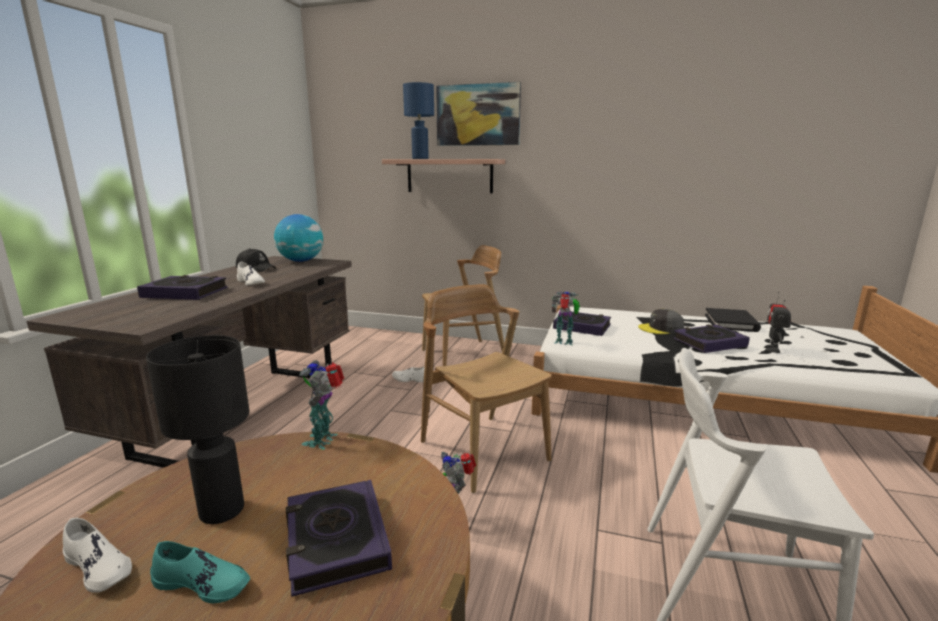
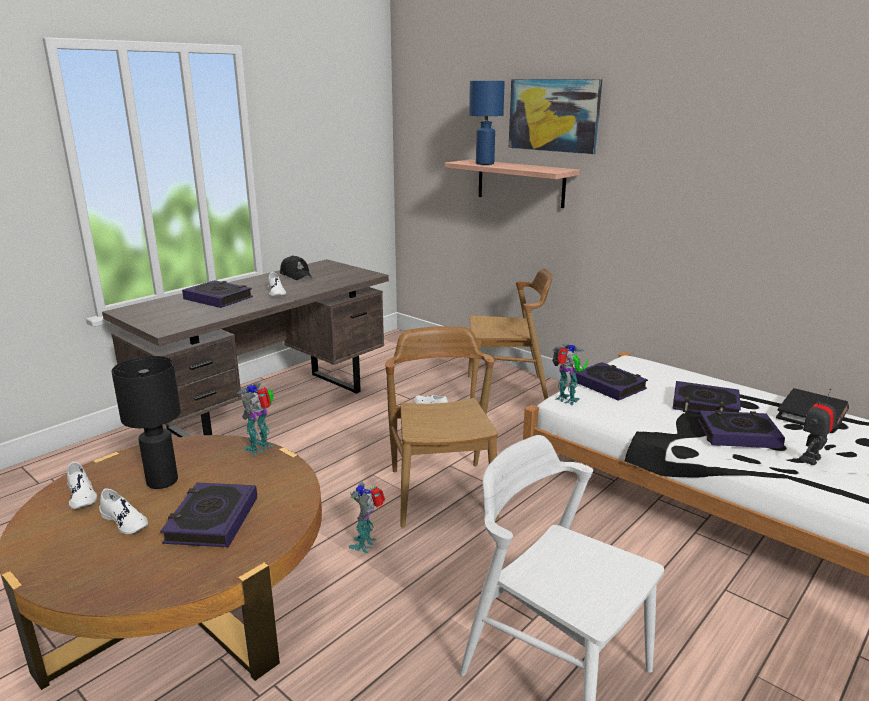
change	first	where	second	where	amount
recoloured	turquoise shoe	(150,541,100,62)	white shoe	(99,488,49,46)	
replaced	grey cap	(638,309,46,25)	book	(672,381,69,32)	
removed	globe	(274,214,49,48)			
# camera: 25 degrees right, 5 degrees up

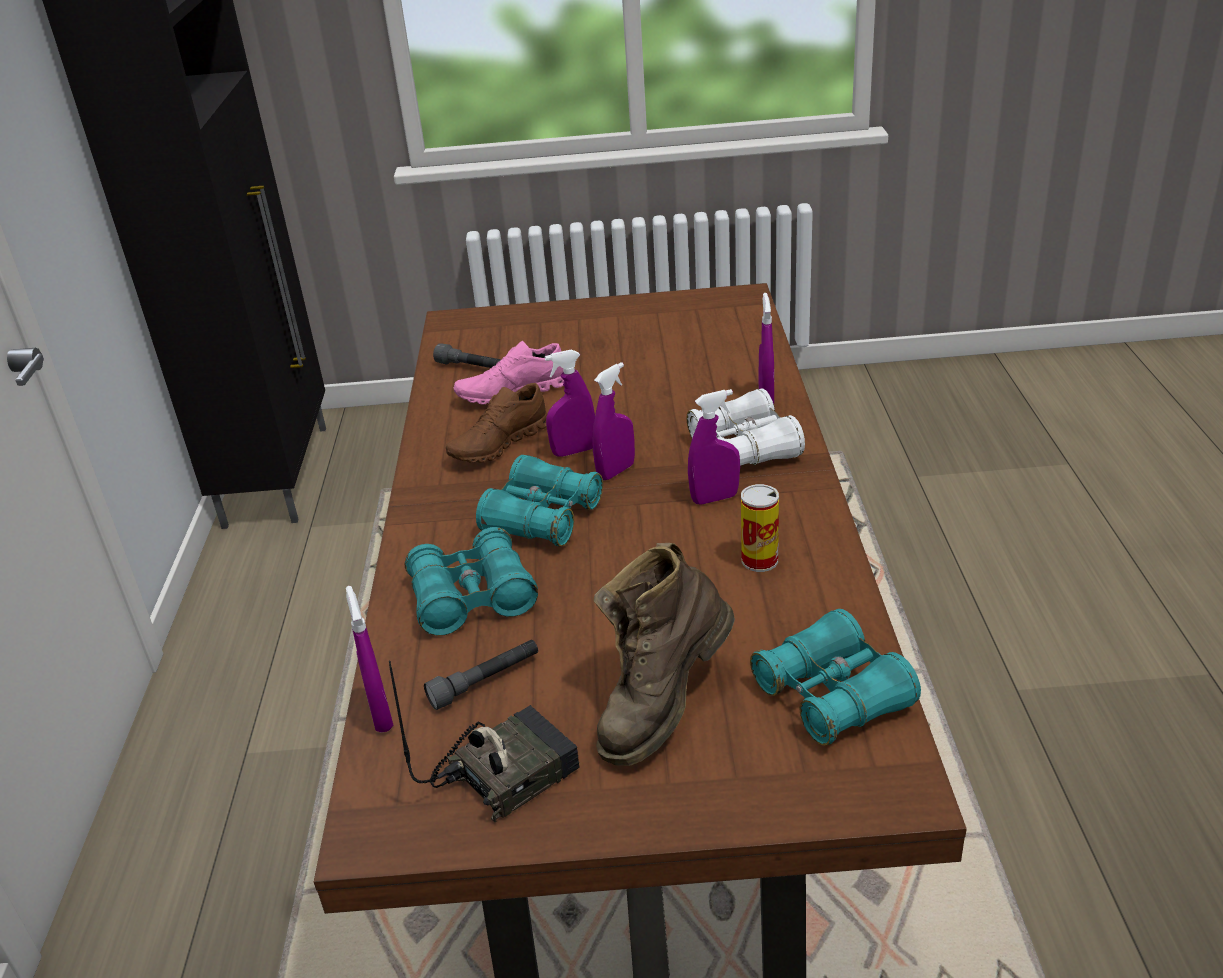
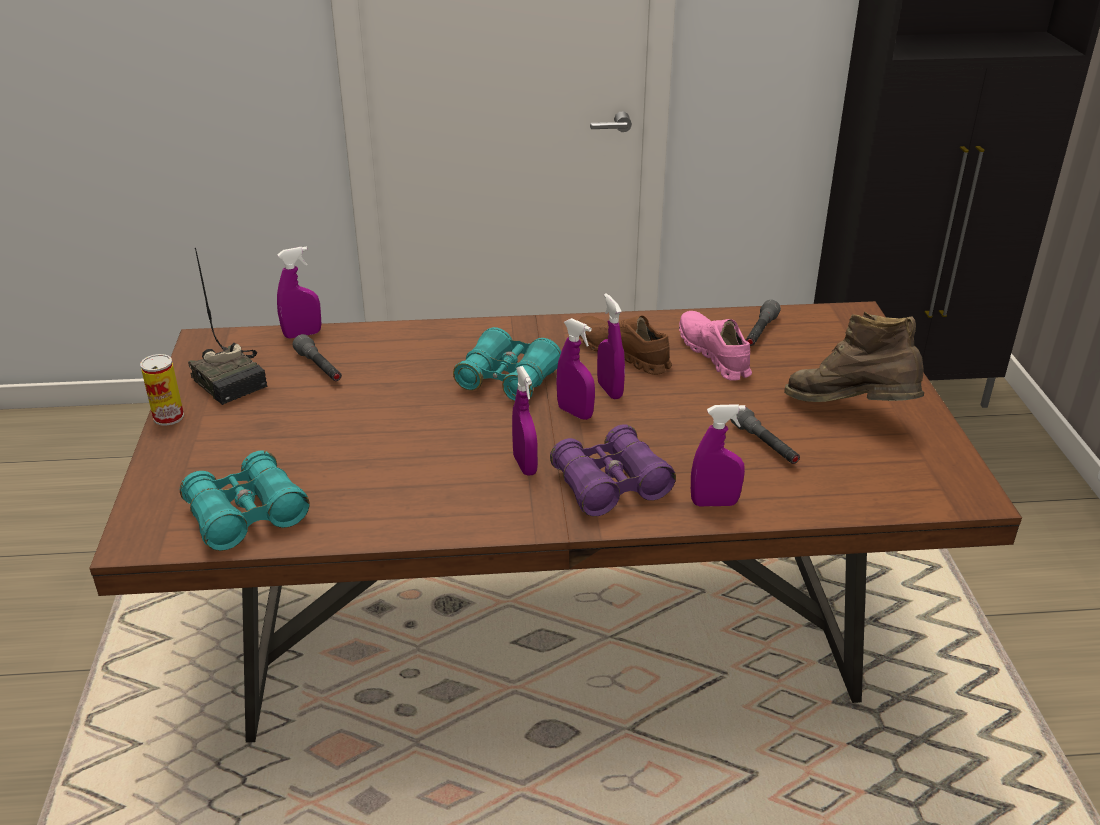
change	first	where	second	where	amount
moved	can	(741,484,38,88)		(140,354,44,72)	
recoloured	white binoculars	(687,388,118,77)	purple binoculars	(550,424,126,93)	
added			grey flashlight	(730,406,70,58)	
moved	brown boot	(594,543,141,223)		(784,311,140,91)	
removed	turquoise binoculars	(405,527,133,109)			
# camera: 85 degrees right, 0 degrees up

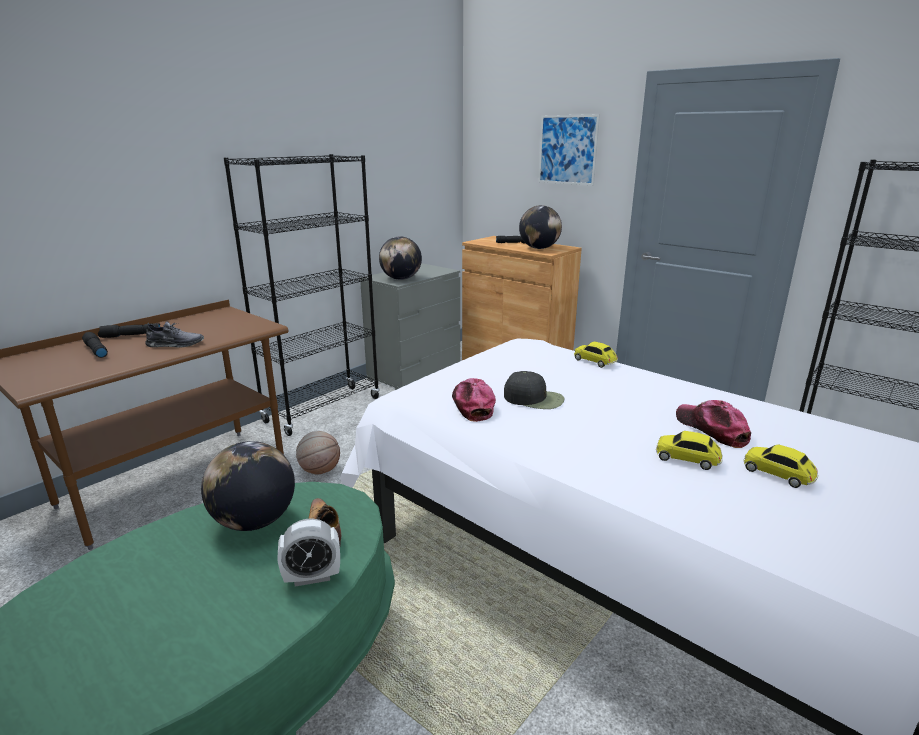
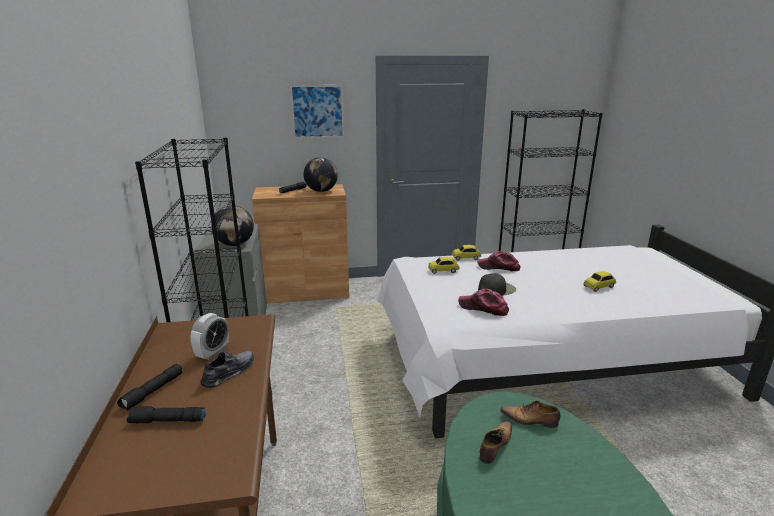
change	first	where	second	where	amount
moved	alarm clock	(278,518,62,69)		(191,313,38,47)	
moved	toy car	(743,444,75,44)		(428,257,32,17)	
moved	cap	(676,400,75,48)		(477,251,43,20)	
replaced	globe	(201,441,94,90)	shoe	(479,421,33,43)	
removed	basketball	(296,431,44,43)			
# camera: 50 degrees left, 0 degrees up

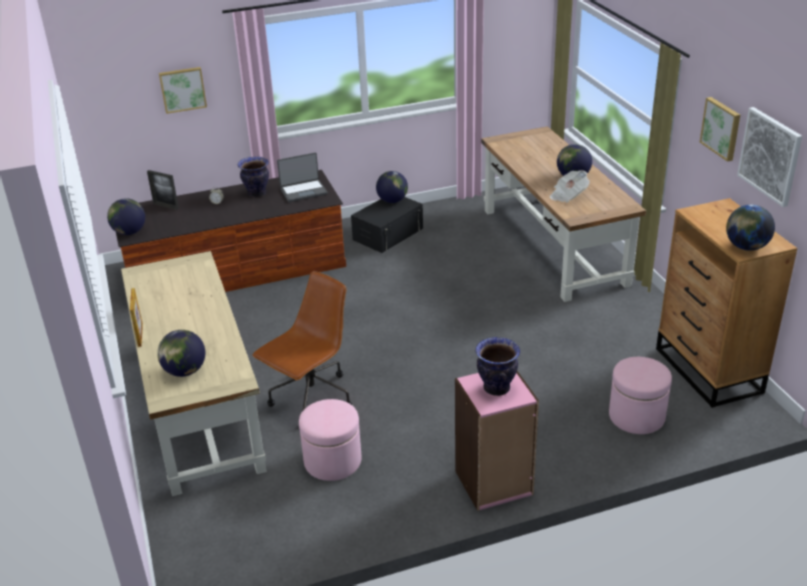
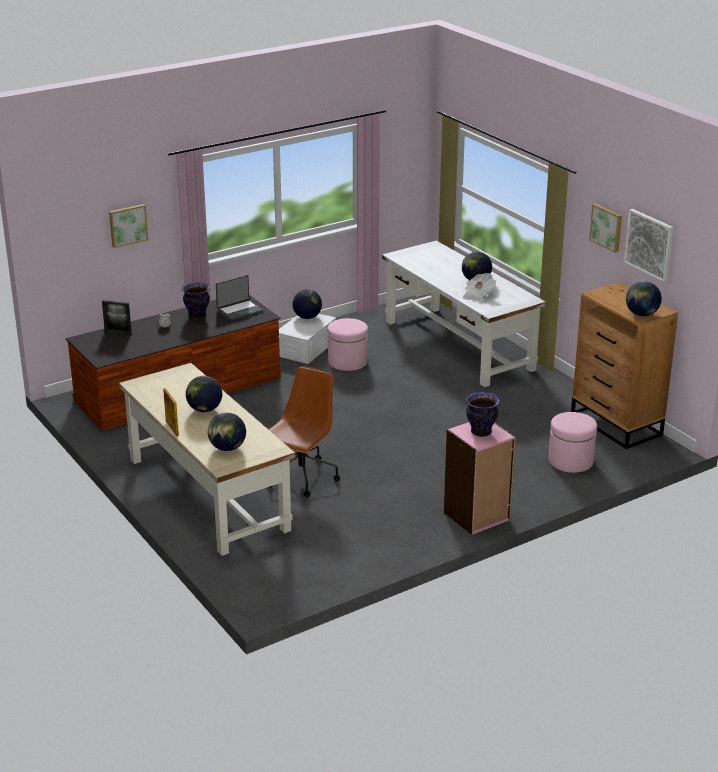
change	first	where	second	where	amount
moved	globe	(107,198,38,37)		(186,376,36,36)	
recoloured	black storage box	(351,197,72,56)	white storage box	(279,314,57,50)	
moved	pink ottoman	(299,399,63,82)		(328,318,40,53)	
recoloured	brown desk	(481,126,165,176)	white desk	(382,240,164,147)	
# camera: 15 degrees left, 5 degrees down

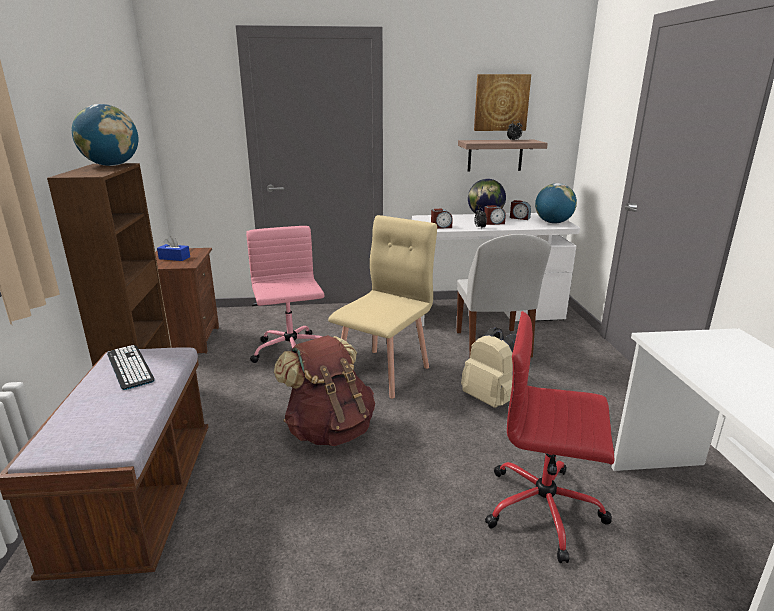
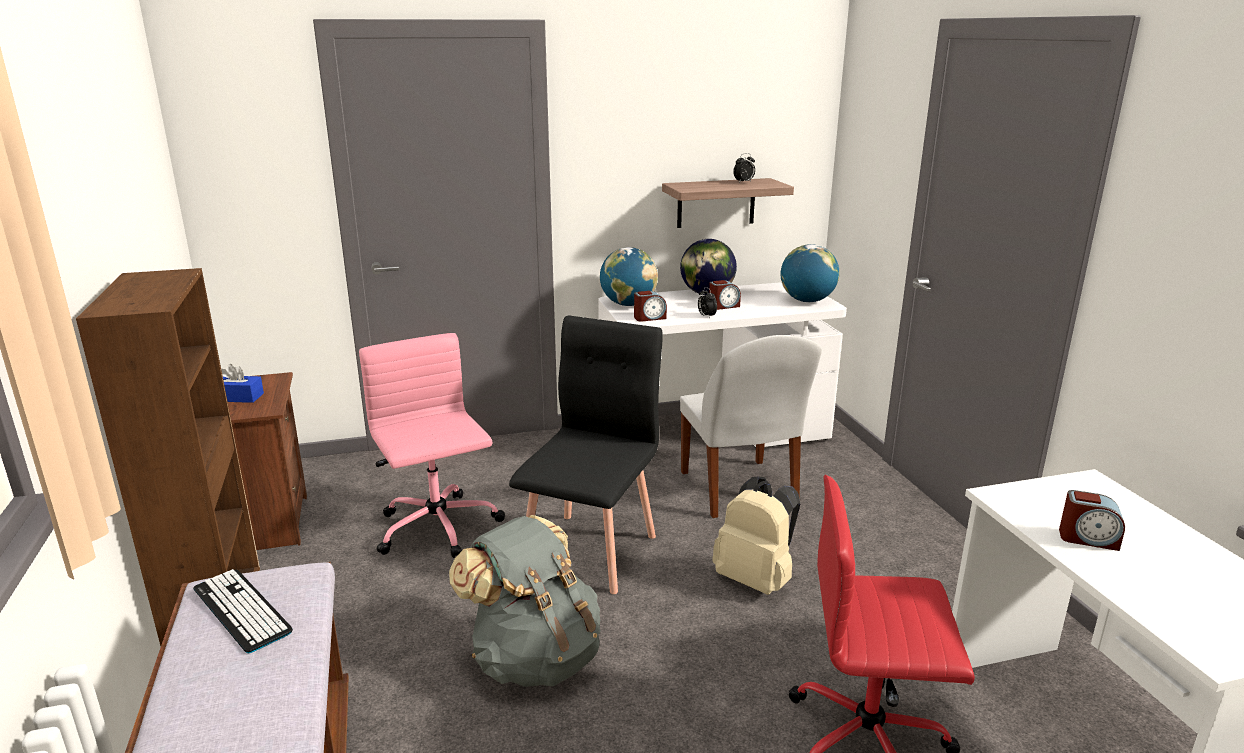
change	first	where	second	where	amount
recoloured	brown backpack	(274,335,101,111)	grey backpack	(449,515,152,172)	
recoloured	beige chair	(328,215,109,184)	black chair	(509,315,154,279)	
moved	globe	(72,104,66,62)		(600,247,58,59)	
moved	alarm clock	(510,200,21,20)		(1059,490,66,61)	
removed	picture	(474,74,57,57)			
# camera: 10 degrees left, 0 degrees up

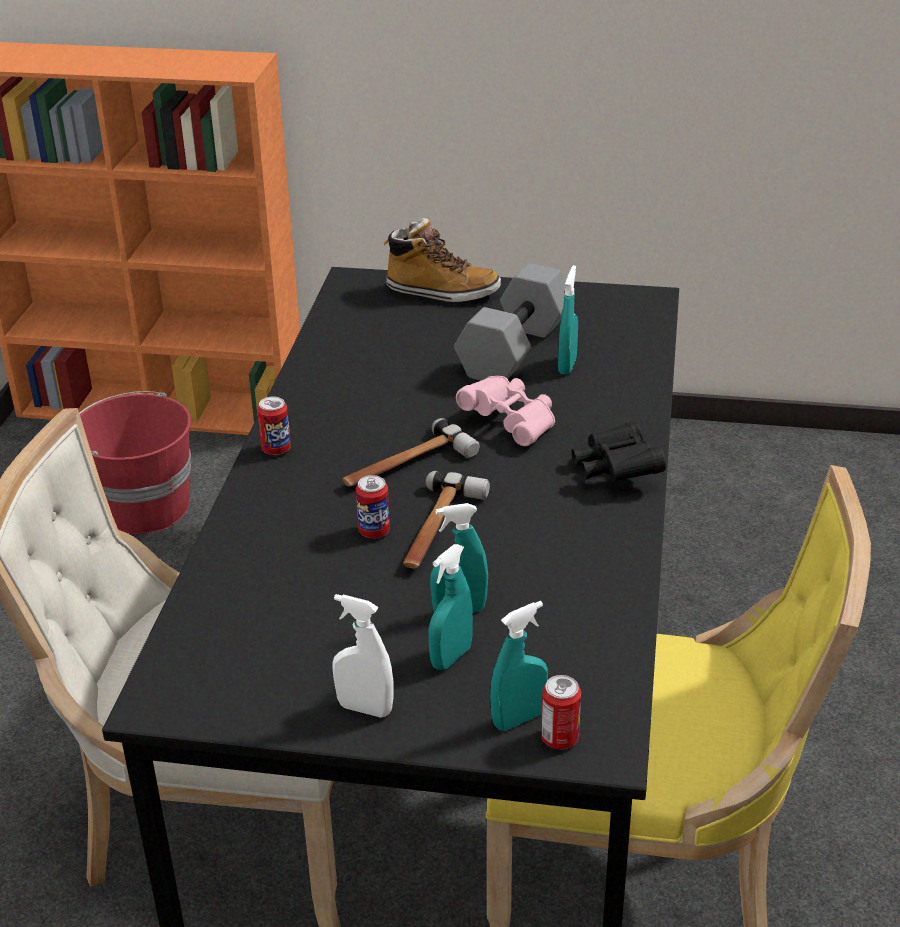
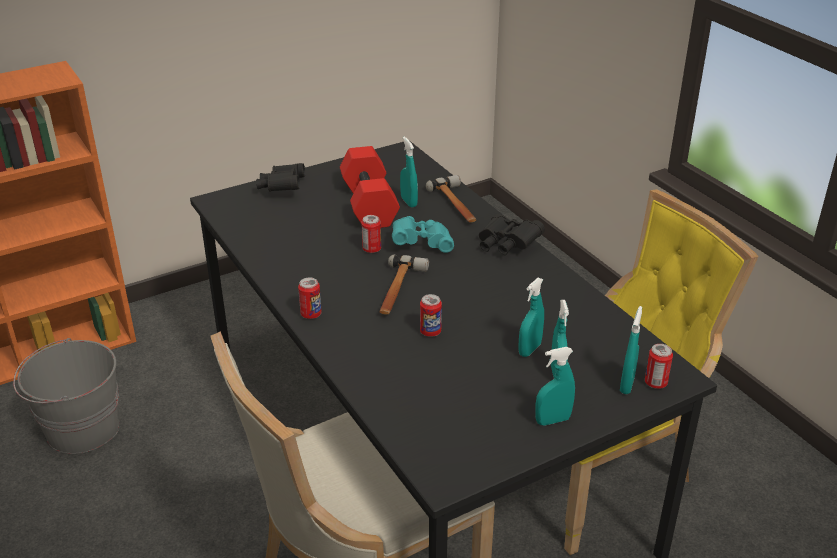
change	first	where	second	where	amount
recoloured	red bucket	(79,391,112,143)	grey bucket	(13,338,106,116)	
replaced	boot	(384,218,117,85)	black binoculars	(256,163,49,29)	
recoloured	grey dumbbell	(454,263,112,118)	red dumbbell	(340,146,60,82)	
added			can	(362,215,19,38)	
recoloured	pink binoculars	(456,376,99,70)	turquoise binoculars	(392,216,62,37)	
moved	hammer	(403,471,87,97)		(426,175,50,47)	
recoloured	white spray bottle	(332,594,62,124)	turquoise spray bottle	(535,347,40,79)	
# camera: 40 degrees left, 0 degrees up

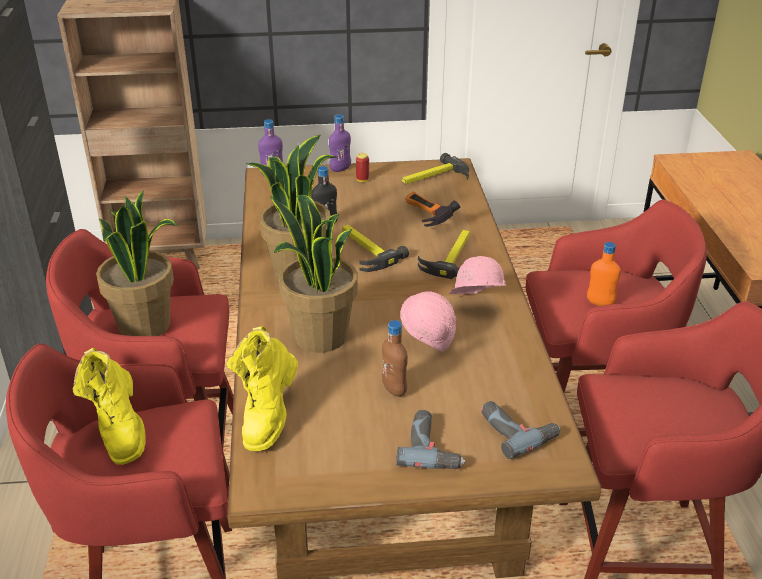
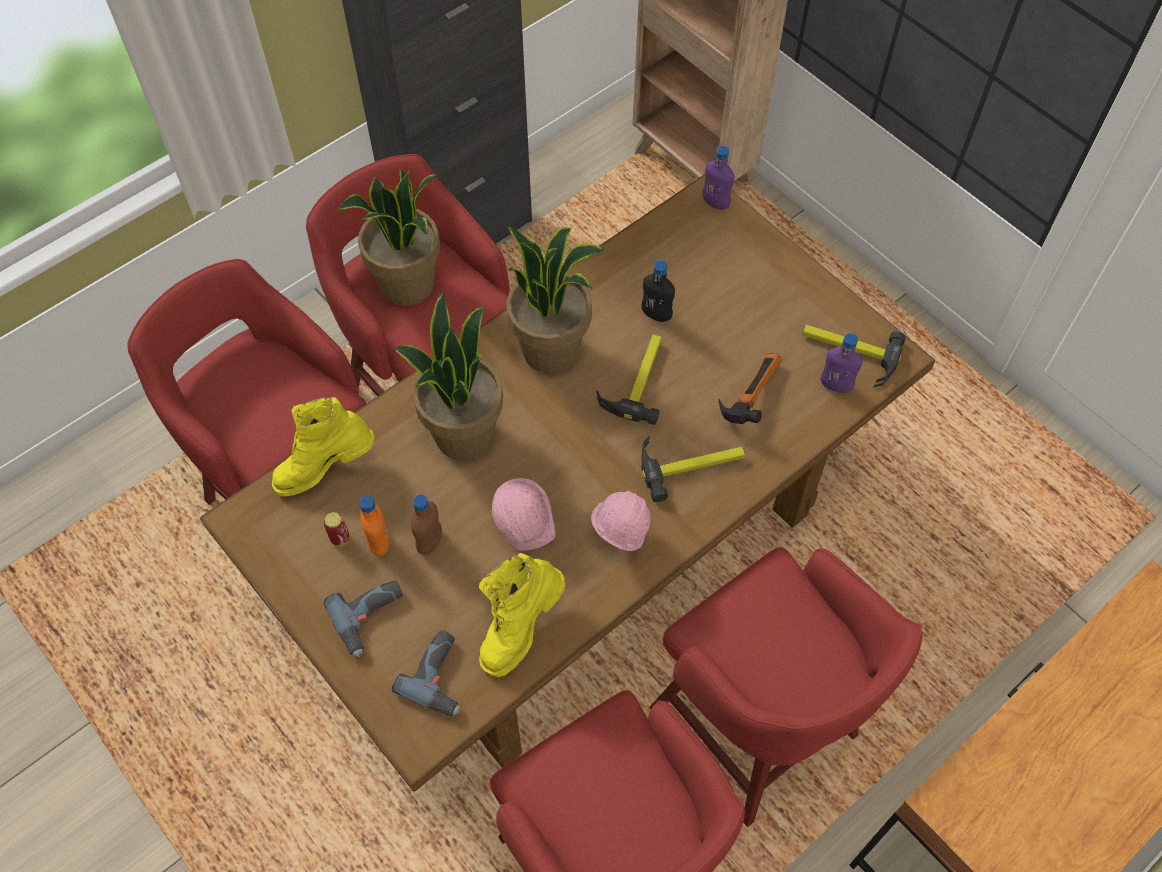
change	first	where	second	where	amount
moved	can	(356,153,13,29)		(324,512,25,34)	
moved	orange bottle	(587,242,34,64)		(359,496,31,60)	
moved	yellow boot	(73,348,73,117)		(479,553,86,124)	
moved	purple bottle	(329,114,22,58)		(820,333,42,60)	
# camera: 55 degrees right, 25 degrees up

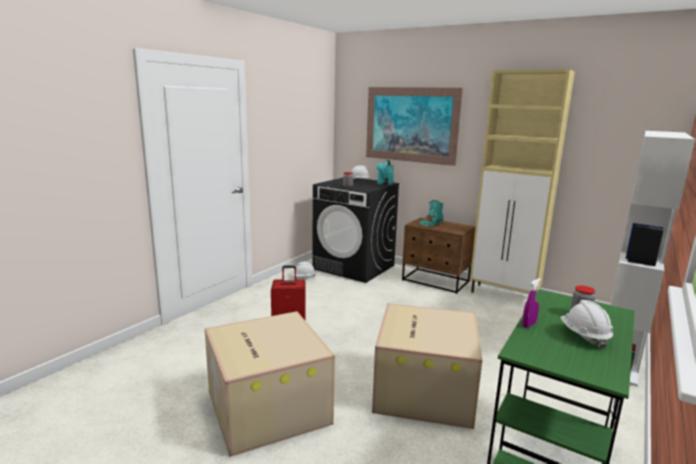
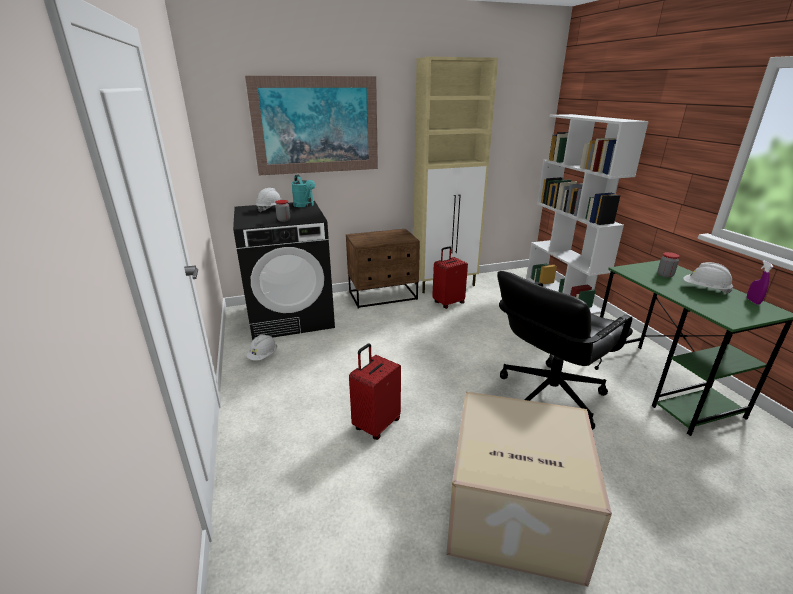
change	first	where	second	where	amount
added			red suitcase	(432,246,36,63)	
replaced	cardboard box	(372,303,110,126)	black office chair	(497,271,136,159)	
moved	purple spray bottle	(522,278,19,50)		(747,260,26,45)	
removed	turquoise boot	(419,200,25,27)			
# camera: 50 degrees left, 10 degrees up

